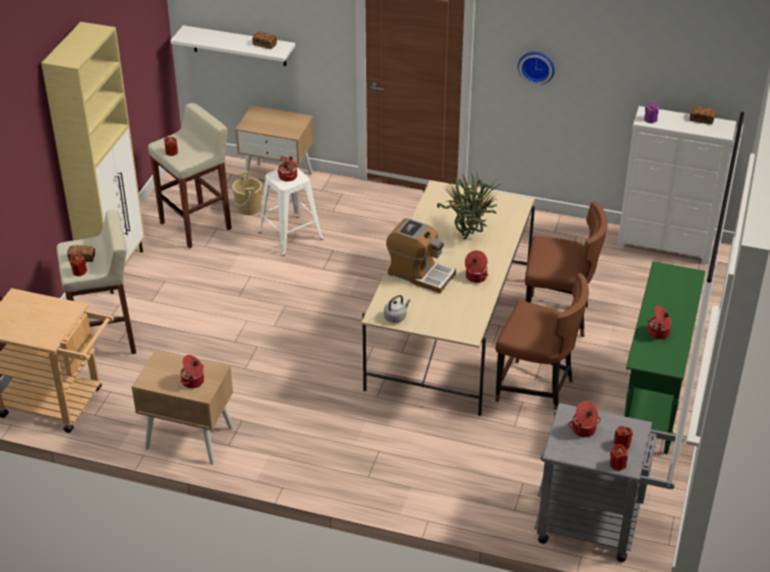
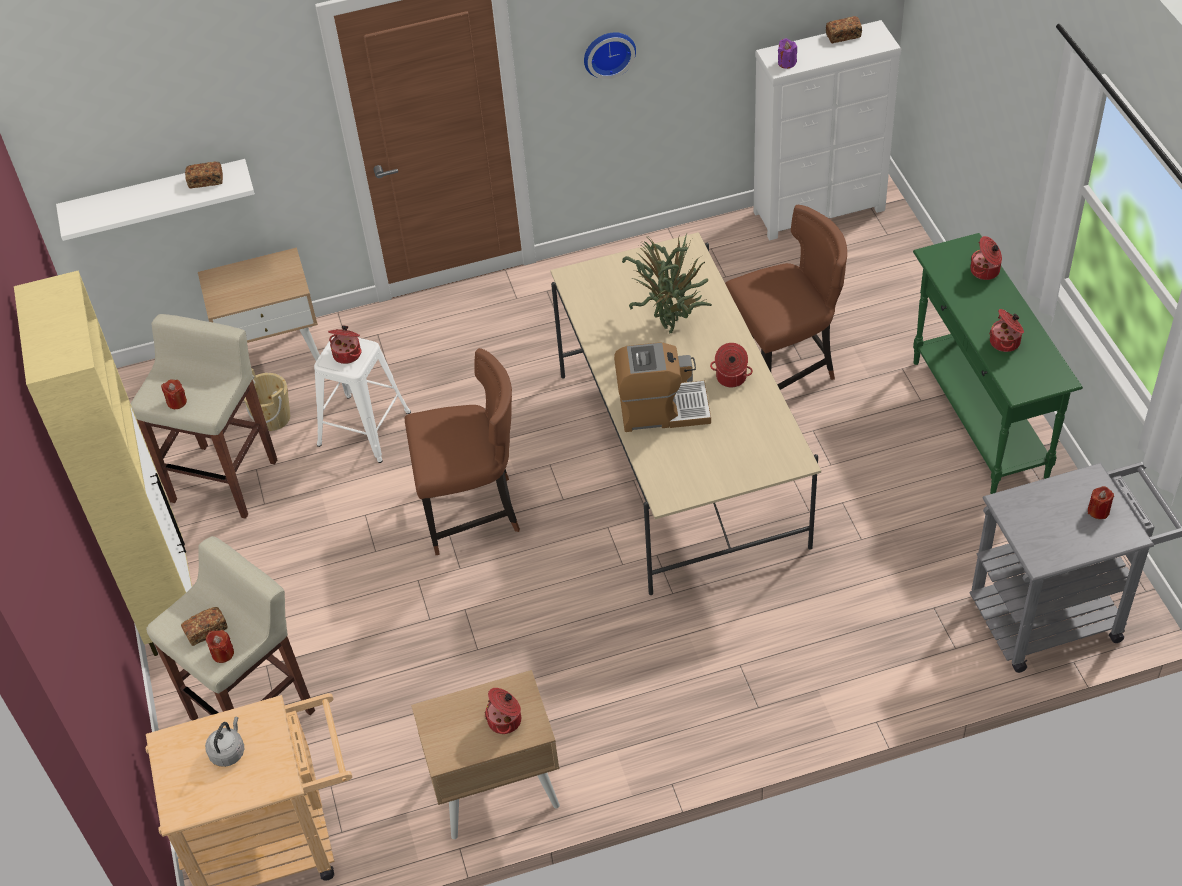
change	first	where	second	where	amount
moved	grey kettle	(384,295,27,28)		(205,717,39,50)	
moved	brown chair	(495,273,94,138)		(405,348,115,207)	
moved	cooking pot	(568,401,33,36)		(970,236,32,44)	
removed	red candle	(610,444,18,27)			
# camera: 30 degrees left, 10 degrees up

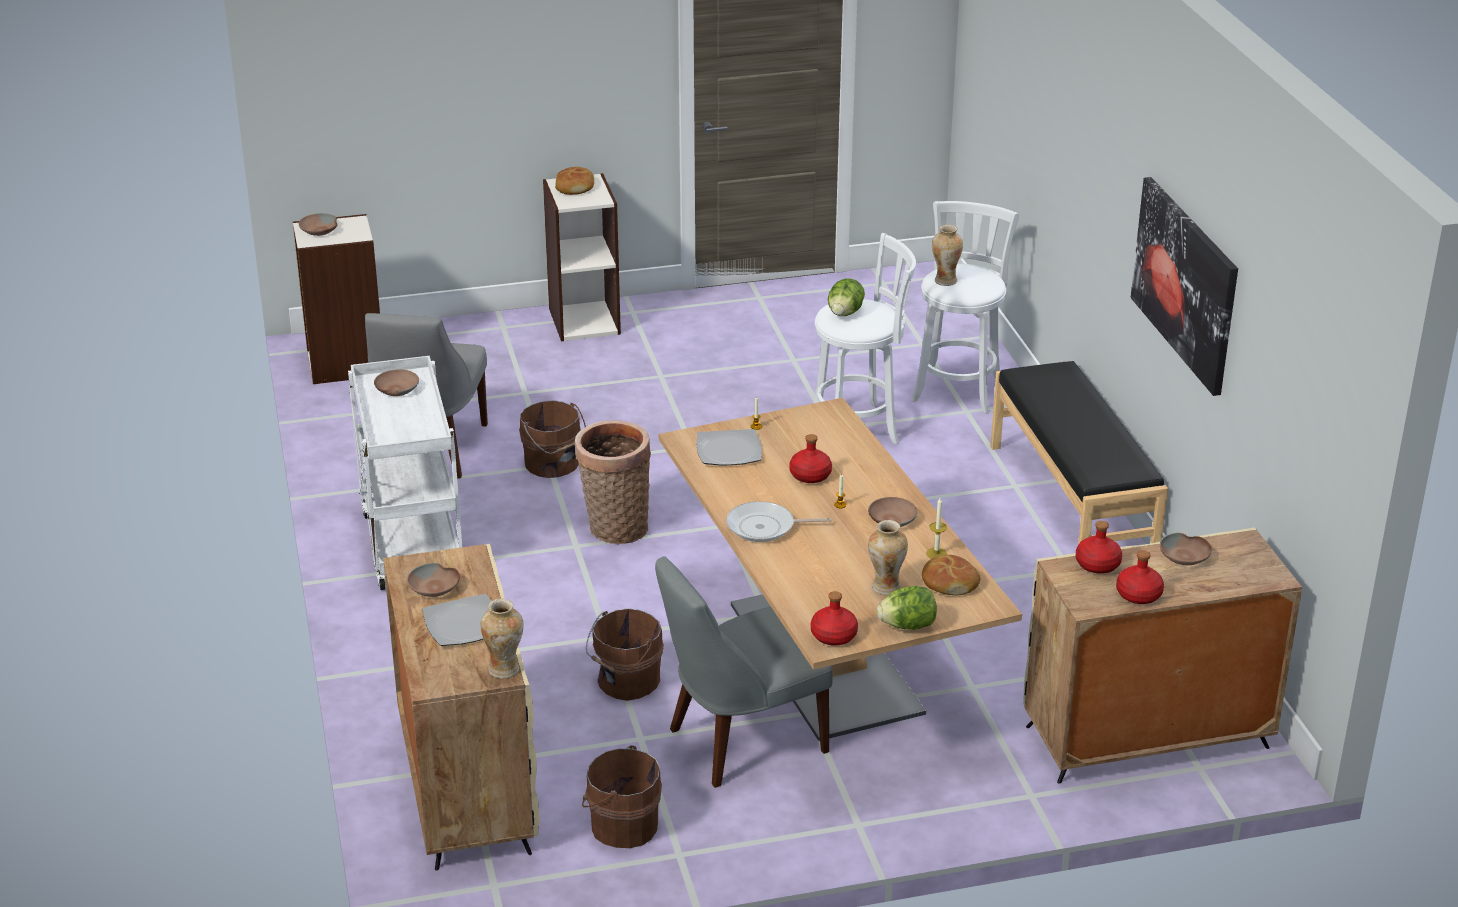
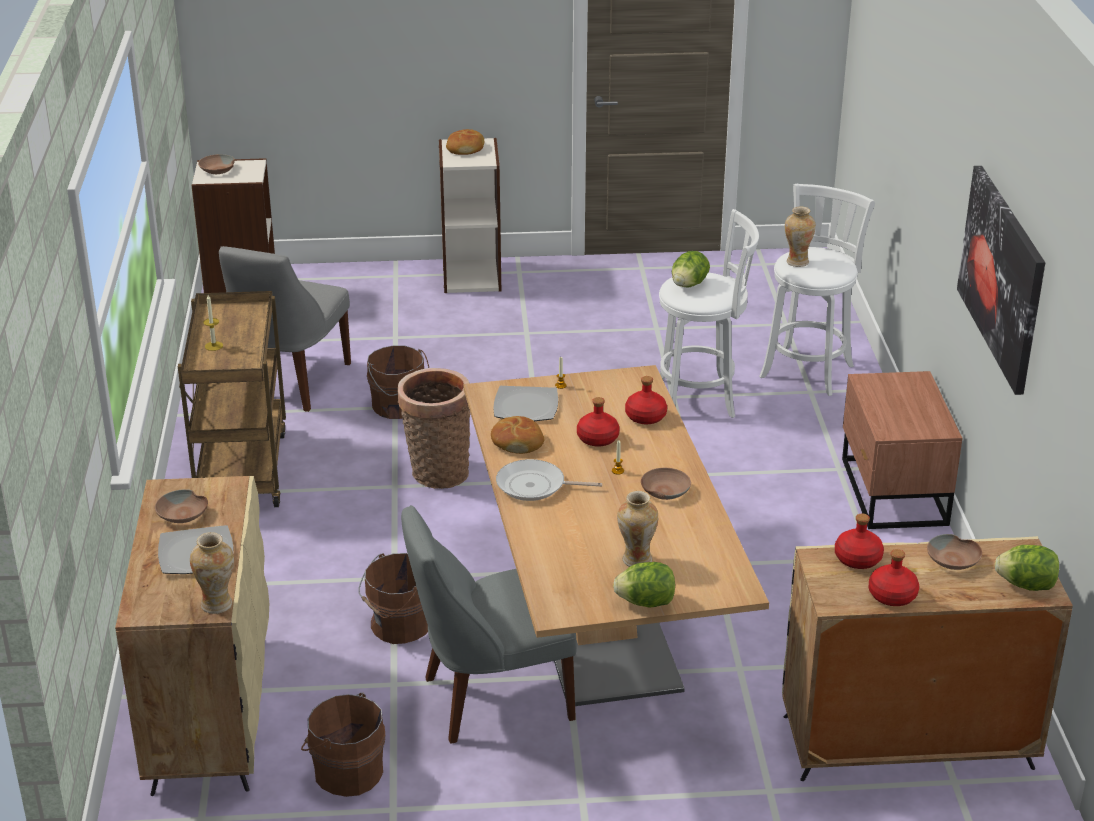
change	first	where	second	where	amount
recoloured	white cart	(348,356,114,234)	brown cart	(178,291,108,216)	
moved	candle	(926,498,21,61)		(203,295,20,56)	
moved	bread	(922,555,58,40)		(491,416,53,38)	
moved	red bottle	(811,591,47,55)		(625,376,42,48)	
replaced	black bench	(990,361,178,184)	brown nightstand	(842,371,121,158)	
added			lettuce	(995,545,64,46)	
removed	brown bowl	(374,369,45,27)			
# camera: 10 degrees right, 0 degrees up

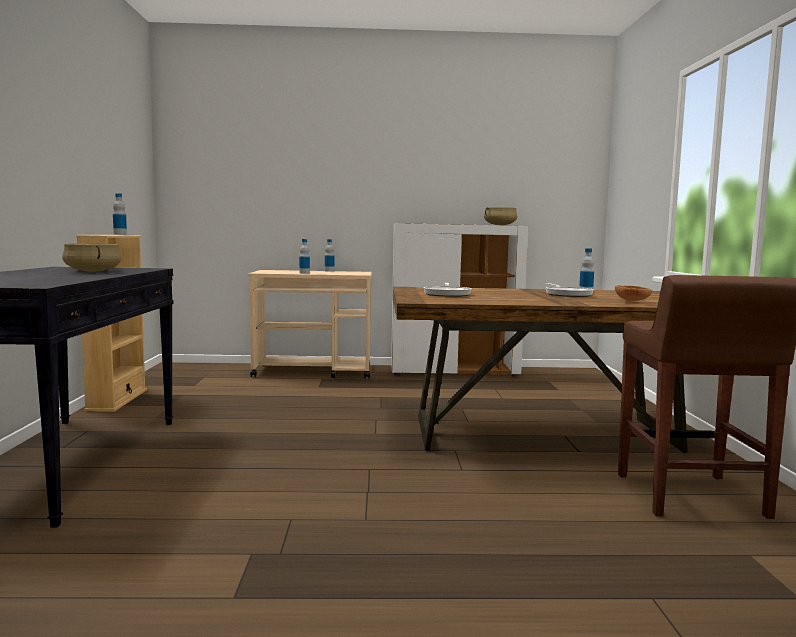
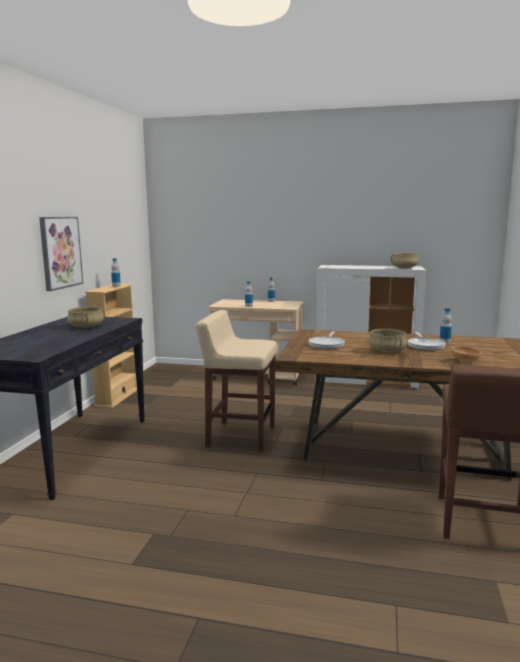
change	first	where	second	where	amount
added			picture	(39,217,44,74)	
added			beige stool	(195,310,82,142)	
added			beige cooking pot	(368,329,40,24)	
# camera: 15 degrees right, 5 degrees up

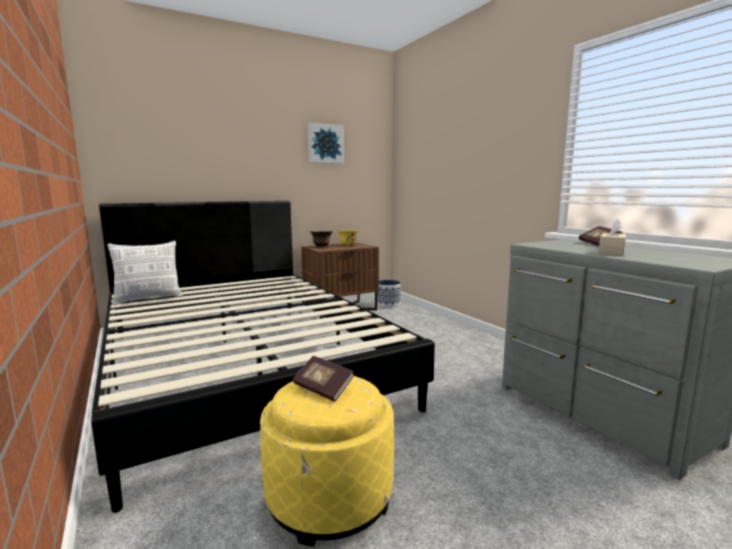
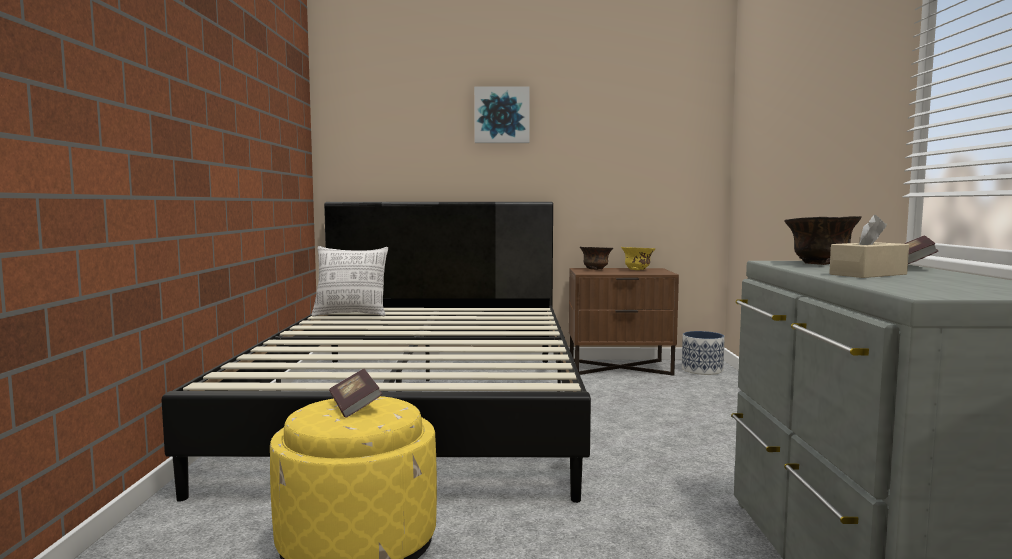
change	first	where	second	where	amount
moved	picture	(307,122,37,42)		(474,86,56,57)	
added			brown bowl	(784,216,78,49)	
# camera: 30 degrees right, 5 degrees down

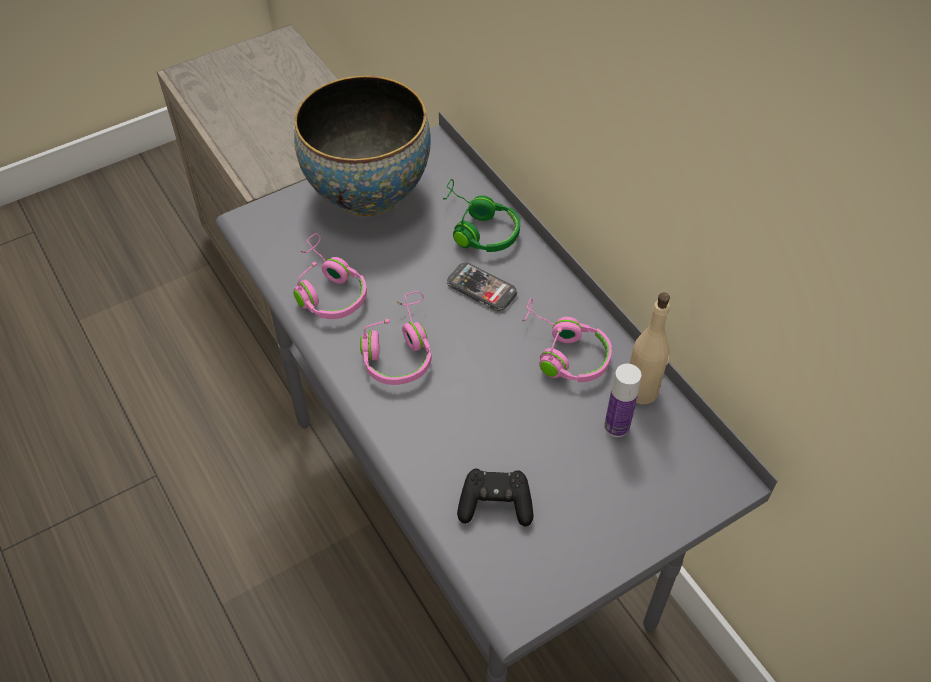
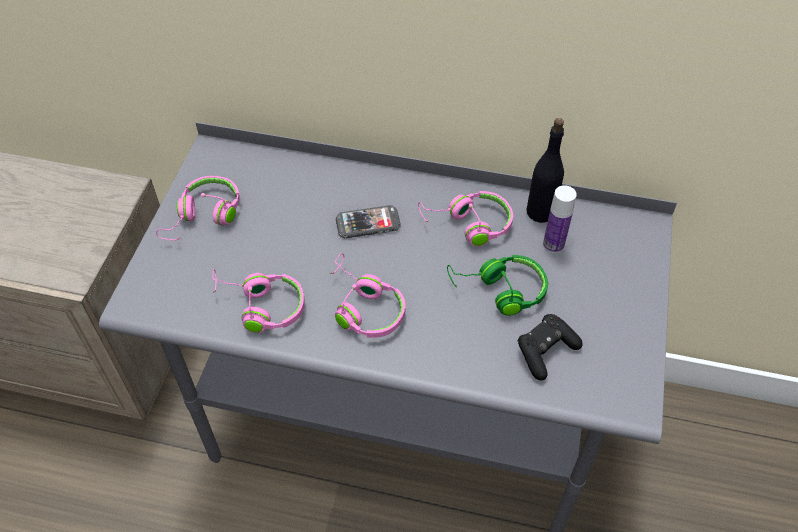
change	first	where	second	where	amount
replaced	bowl	(294,75,137,141)	pink headphones	(156,176,84,65)	
moved	green headphones	(442,179,78,73)		(447,255,101,61)	
recoloured	beige bottle	(630,293,40,111)	black bottle	(526,118,38,105)	
# camera: 45 degrees left, 0 degrees up

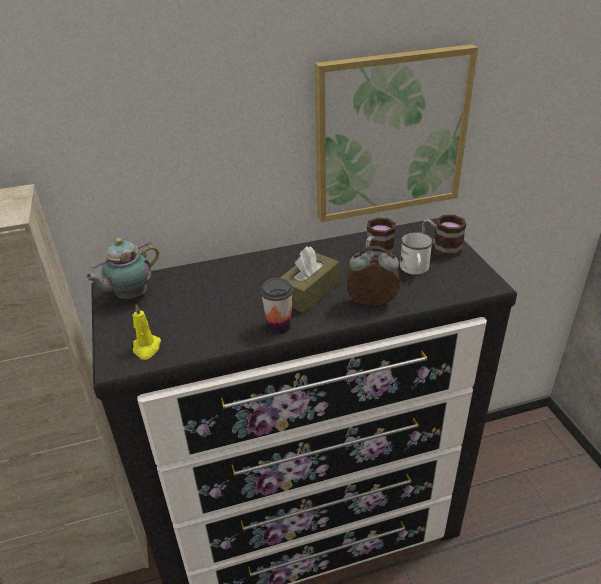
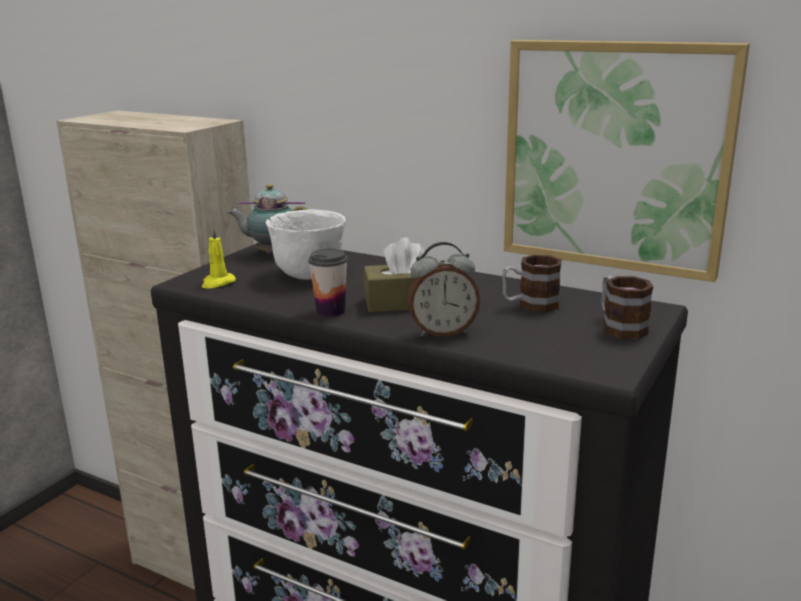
change	first	where	second	where	amount
added			white bowl	(266,210,80,70)	
turned	alarm clock	(347,246,53,60)		(407,242,73,95)	120 degrees clockwise
removed	white mug	(400,232,33,43)			
# camera: 45 degrees right, 15 degrees down

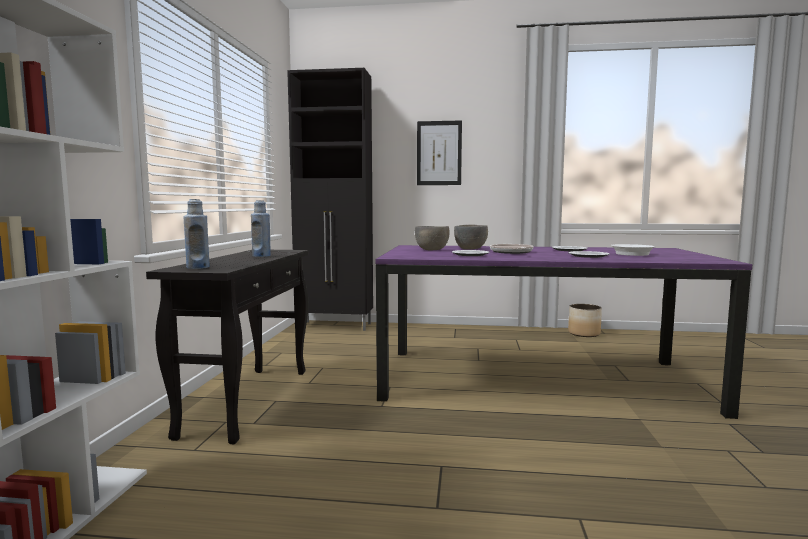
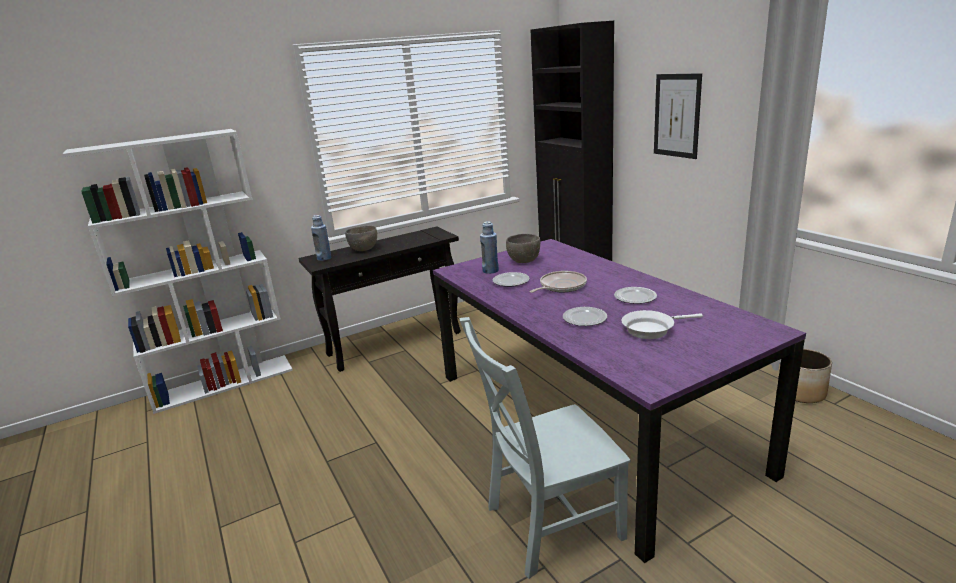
change	first	where	second	where	amount
moved	grey bowl	(454,225,34,25)		(345,225,32,26)	
added			grey chair	(459,317,172,262)	
moved	blue bottle	(251,200,20,57)		(480,221,19,53)	
# camera: 55 degrees right, 15 degrees up

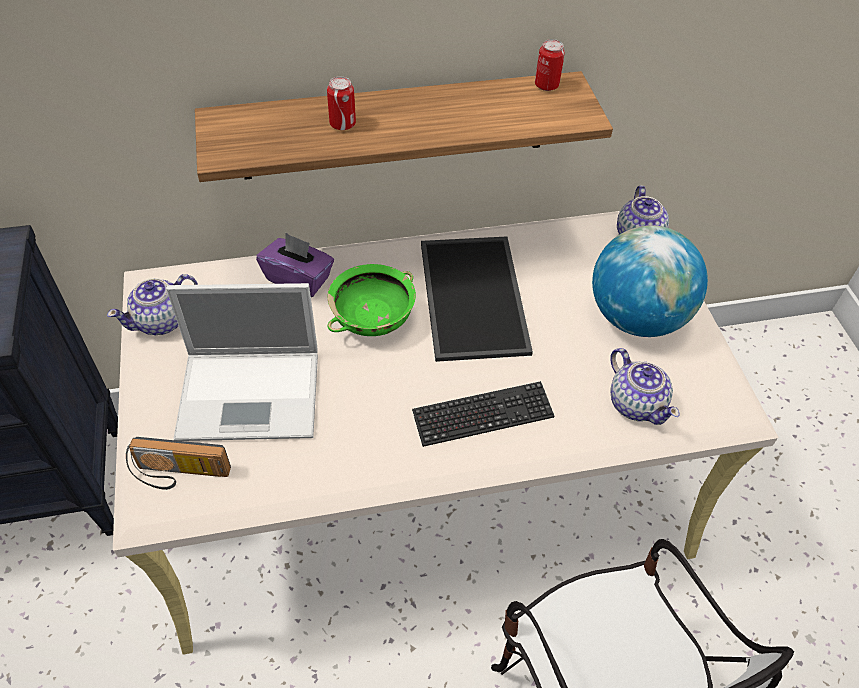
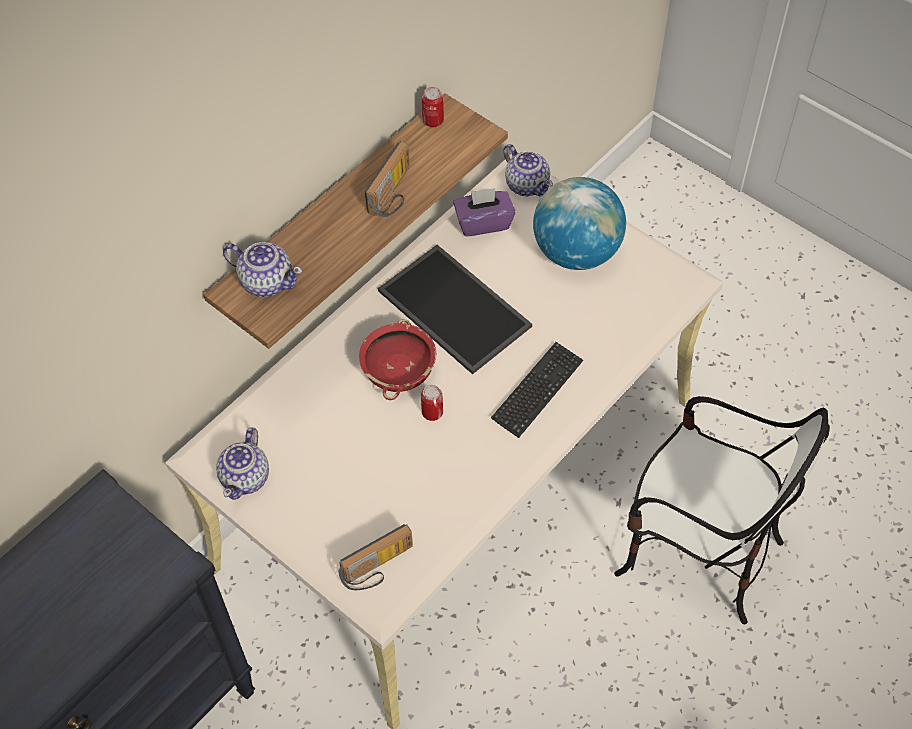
change	first	where	second	where	amount
moved	teapot	(610,348,70,77)		(223,242,80,55)	
recoloured	green bowl	(328,264,88,72)	red bowl	(359,319,77,81)	
added			radio	(365,141,45,76)	
moved	can	(327,76,29,54)		(421,385,22,36)	
moved	purple tissue box	(256,233,78,64)		(453,188,63,49)	
removed	laptop	(166,283,152,158)			
# camera: 35 degrees left, 5 degrees up

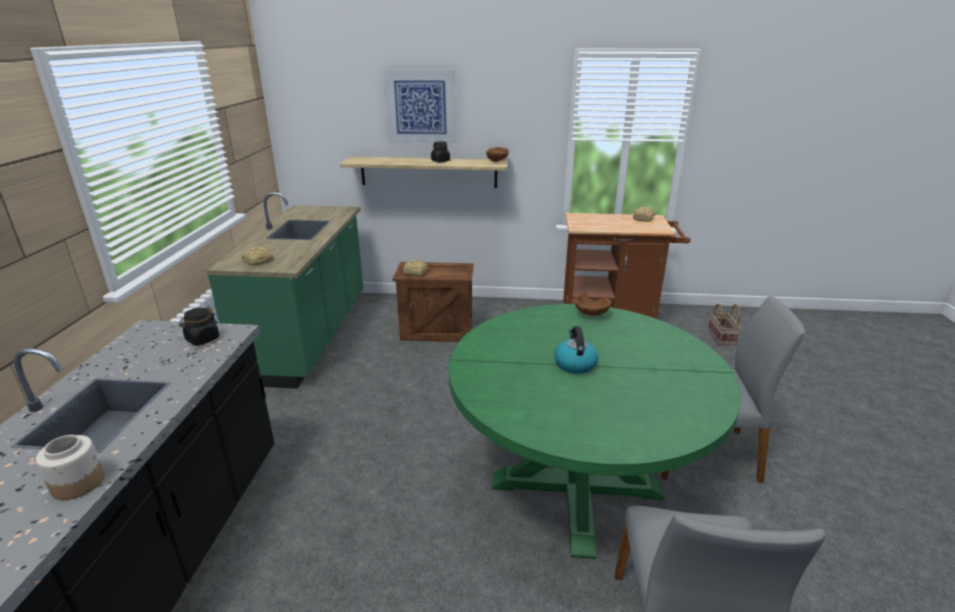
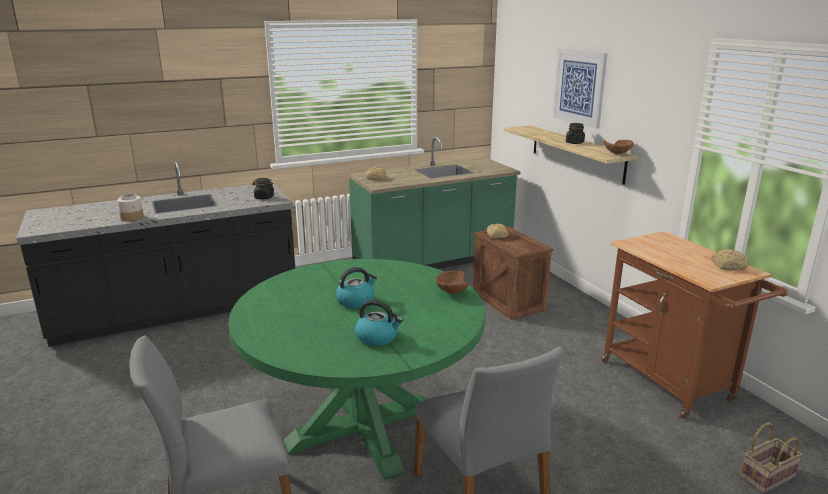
change	first	where	second	where	amount
added			kettle	(355,300,48,46)	
# camera: 60 degrees right, 5 degrees down

